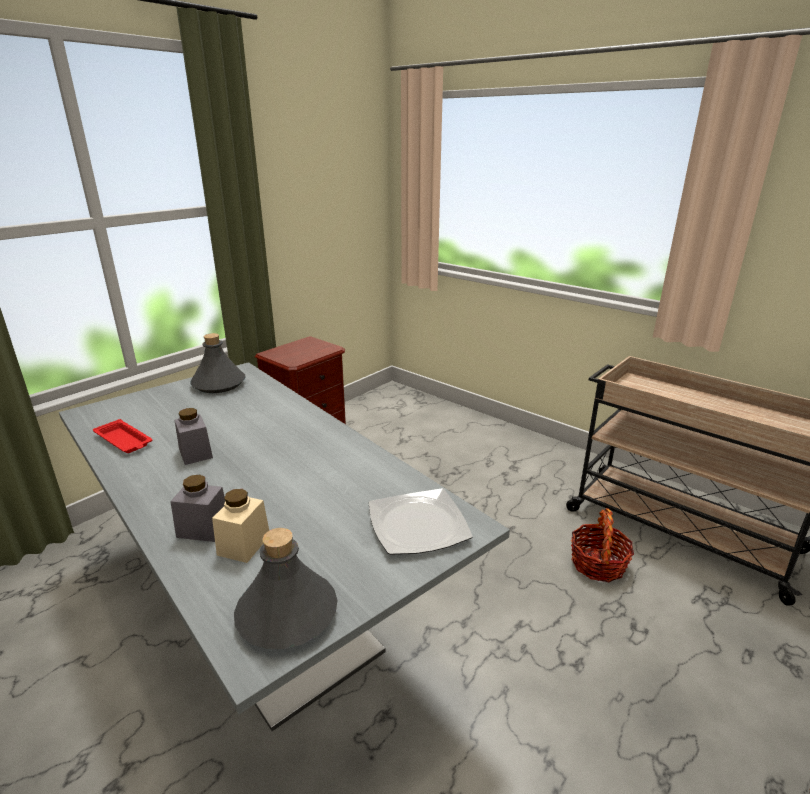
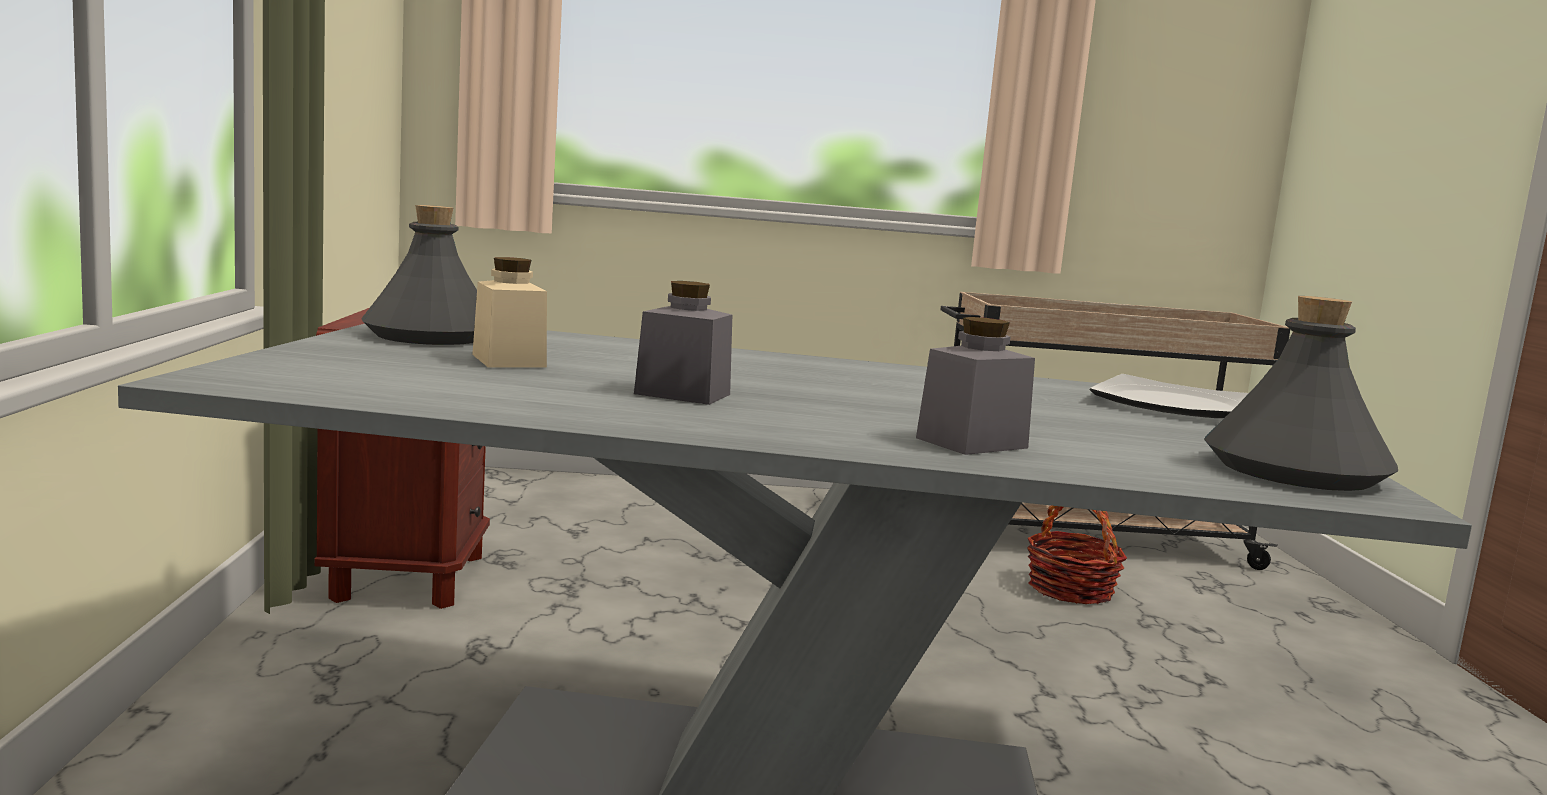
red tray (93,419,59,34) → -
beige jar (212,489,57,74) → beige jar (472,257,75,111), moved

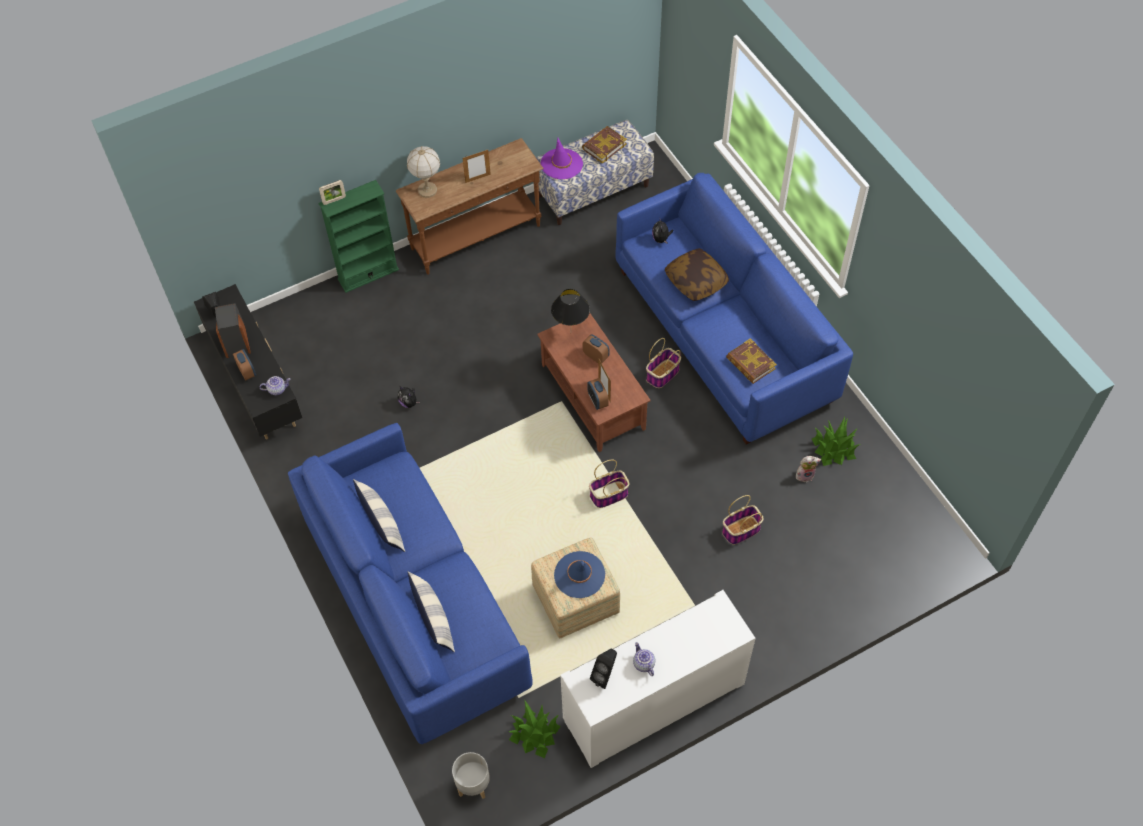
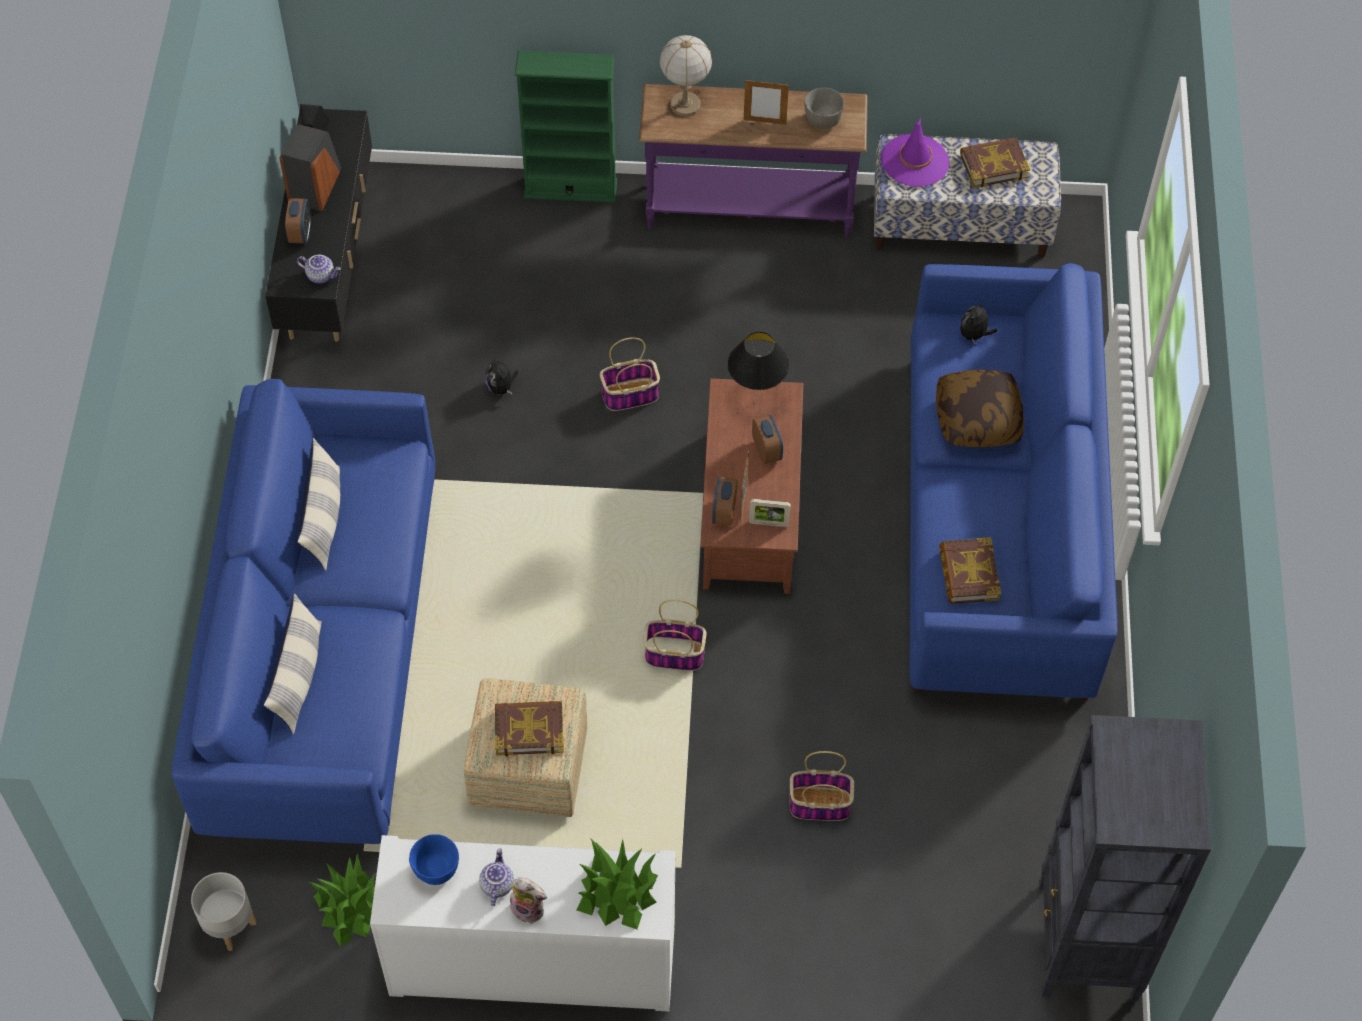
picture frame (319,180,27,25) → picture frame (749,499,42,28), moved
brown console table (396,138,148,137) → purple console table (639,84,229,154)
blue hat (554,551,51,47) → book (495,701,69,55)
black speaker (590,649,27,40) → blue bowl (409,834,50,51)
basket (646,338,35,50) → basket (600,337,60,74), moved
plush toy (796,456,25,26) → plush toy (508,877,39,47), moved
potted plant (812,417,49,49) → potted plant (576,838,82,91), moved
- → grey bowl (805,88,39,41)
- → black bookcase (1039,715,172,287)

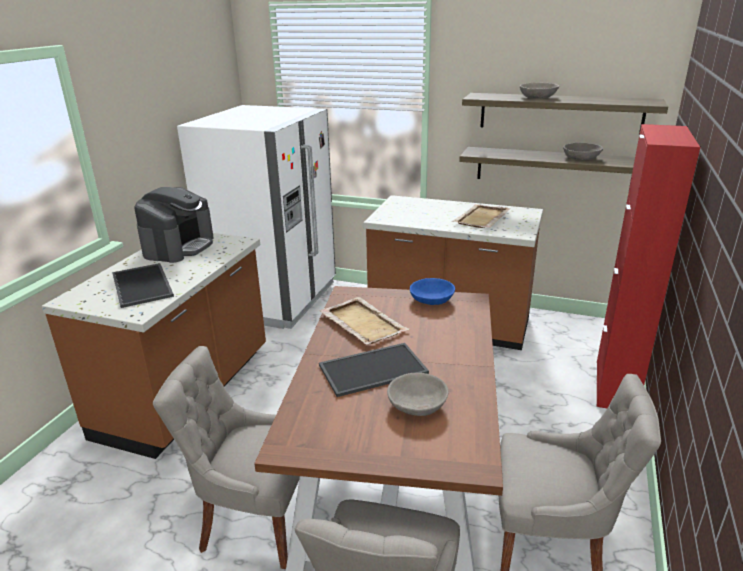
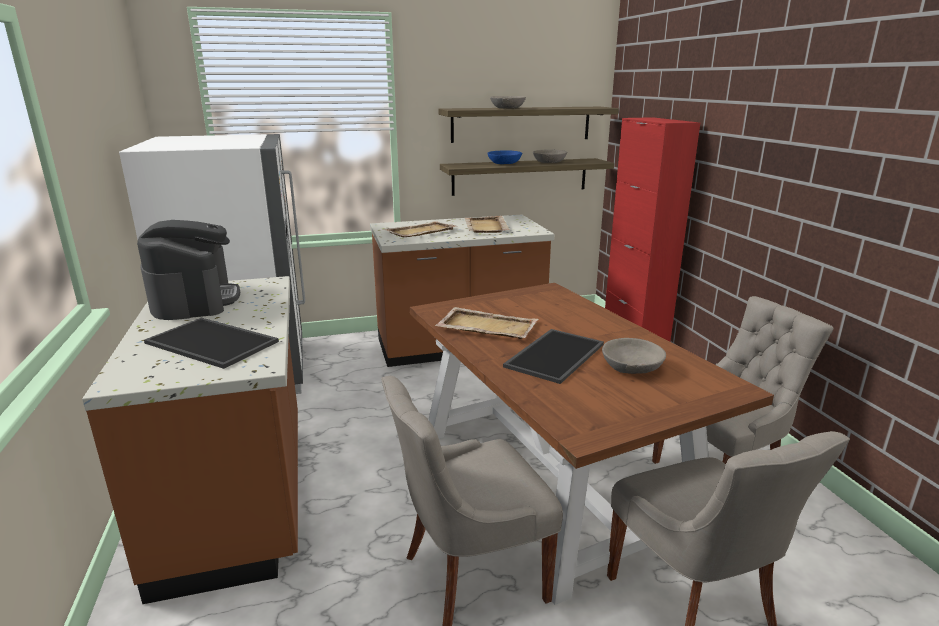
blue bowl (410,278,45,27) → blue bowl (487,150,35,14), moved
- → beige tray (384,221,74,16)

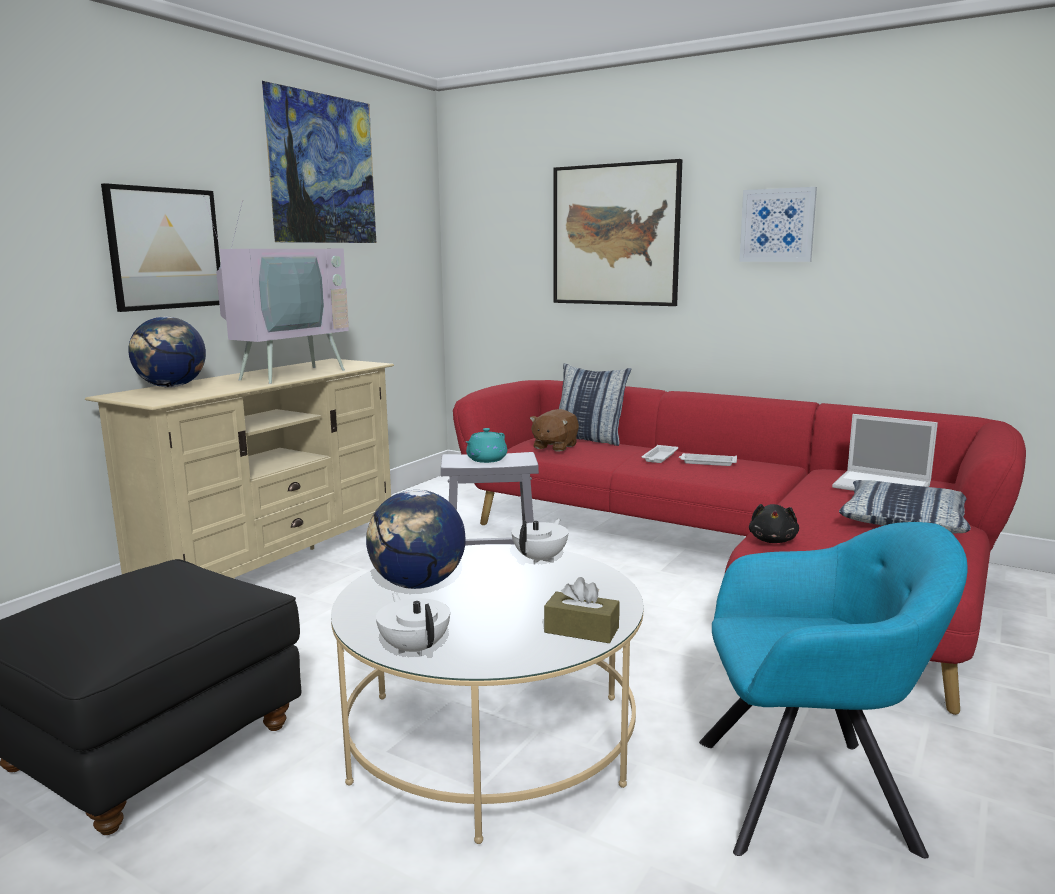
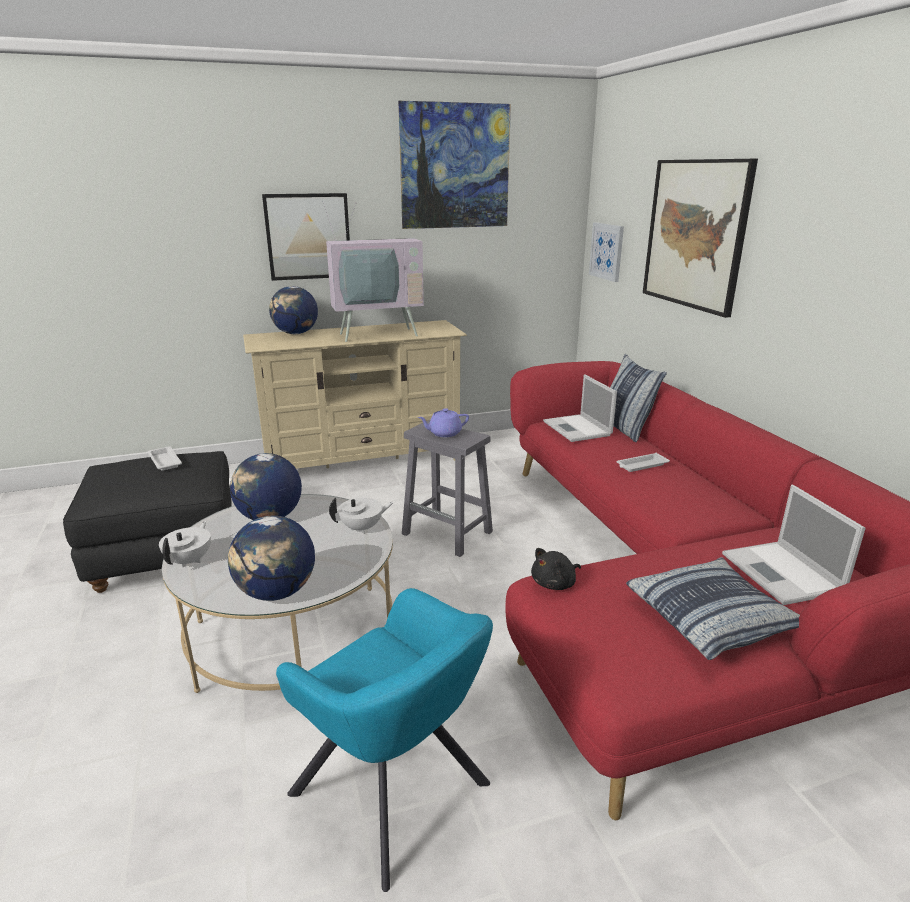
turquoise teapot (466,428,41,35) → purple teapot (418,408,51,29)
brown plush toy (530,409,49,43) → laptop (543,374,74,68)
brown tissue box (544,577,76,66) → globe (228,516,87,85)
white tray (679,453,58,13) → white tray (147,446,35,25), moved
picture (739,187,78,75) → picture (589,223,35,59), moved

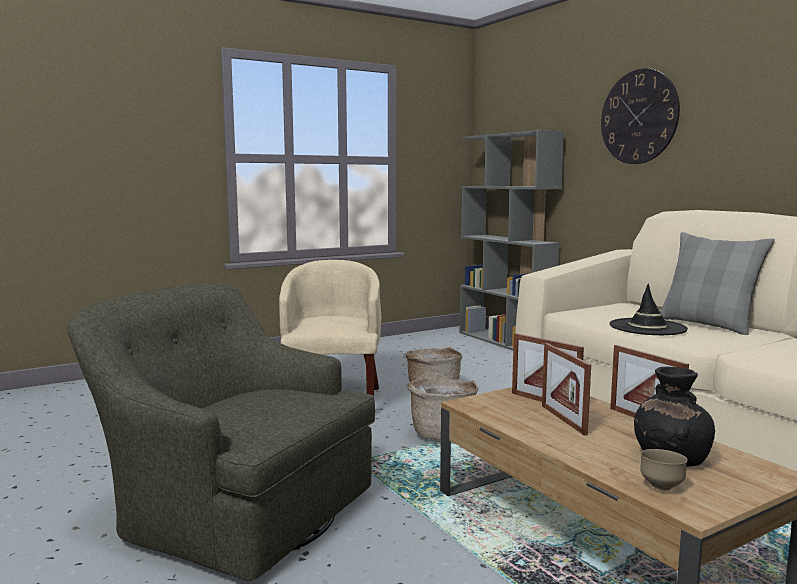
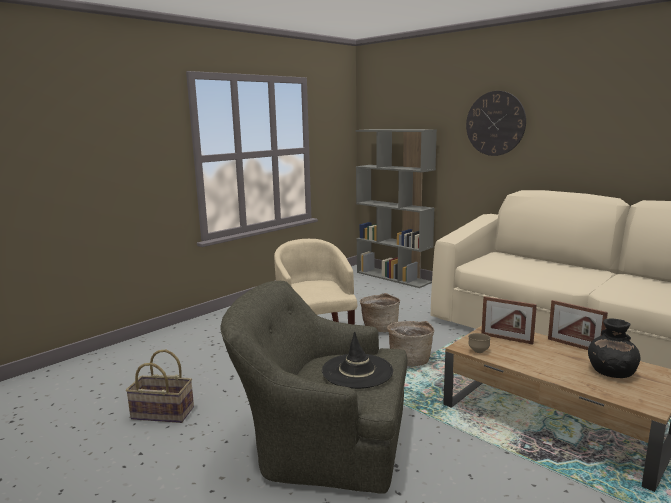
picture frame (542,343,49,93) → -
black hat (609,284,79,51) → black hat (322,331,71,58), moved
brown bowl (640,449,48,42) → brown bowl (468,333,23,20), moved
grey pillow (660,232,115,103) → -
- → basket (126,350,68,73)

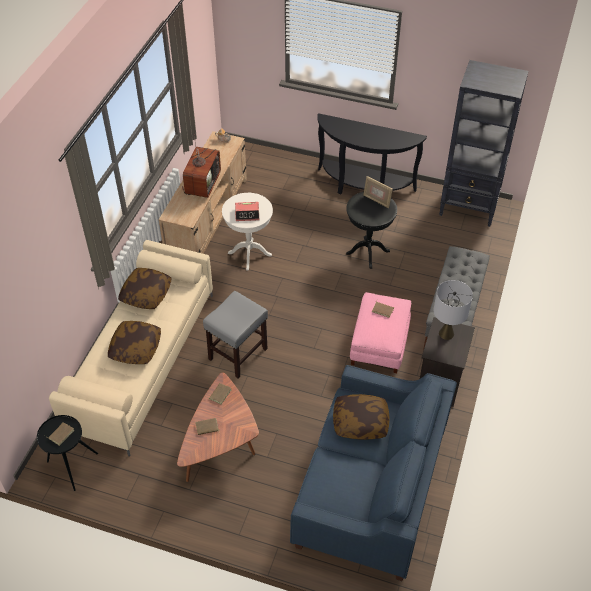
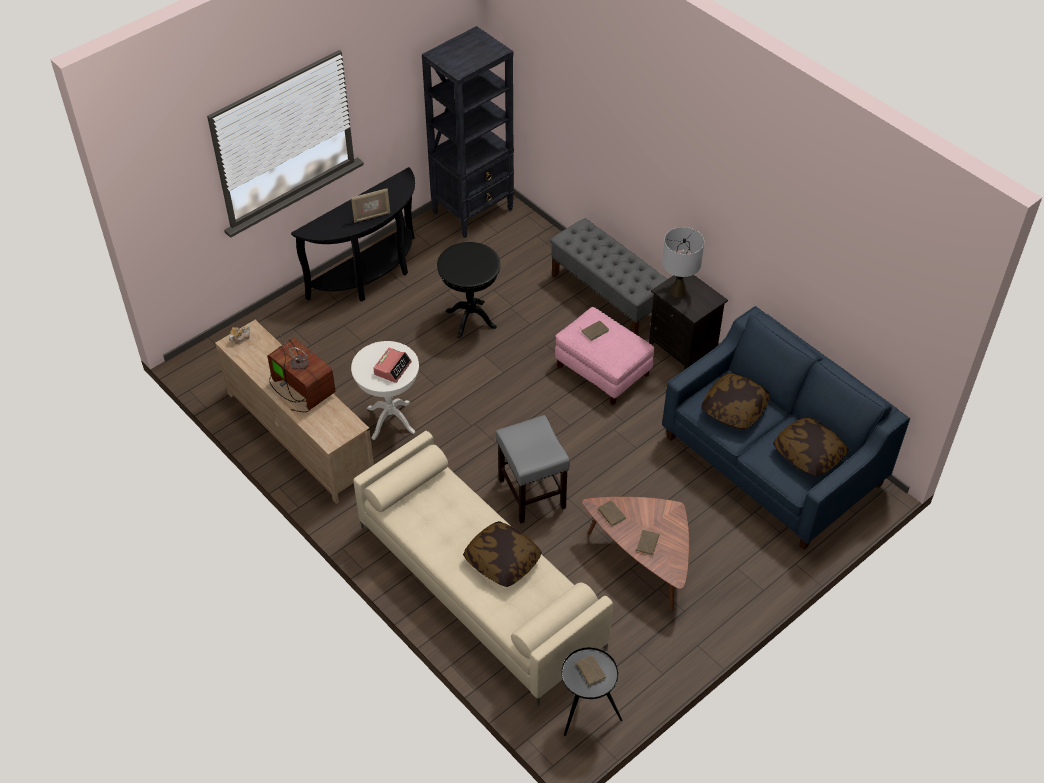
pillow (118,268,53,41) → pillow (773,417,76,60), moved
picture frame (363,176,30,32) → picture frame (351,188,39,35), moved

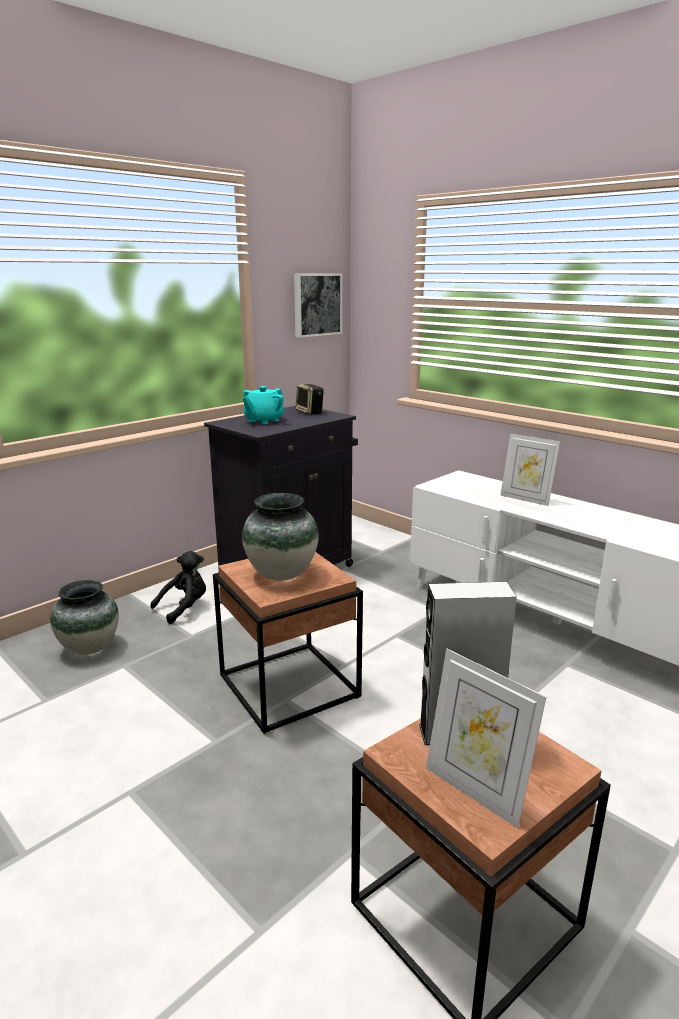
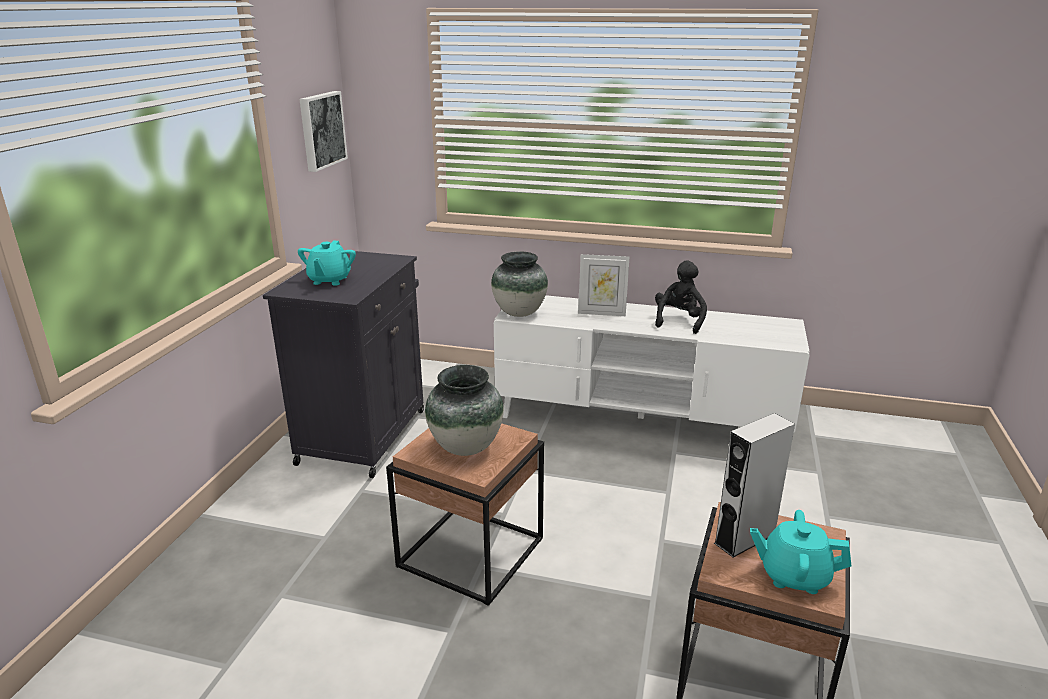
vase (50,580,69,75) → vase (491,251,57,66), moved
black plush toy (150,551,56,73) → black plush toy (655,260,52,74), moved
speaker (296,384,28,31) → -
picture frame (426,649,120,179) → turquoise teapot (750,510,101,84)

